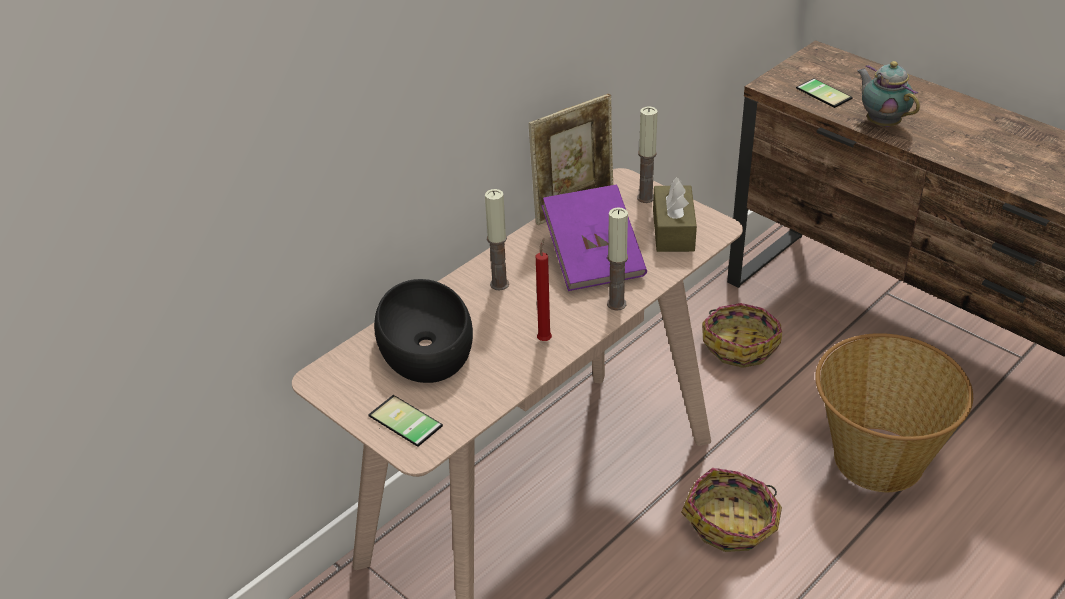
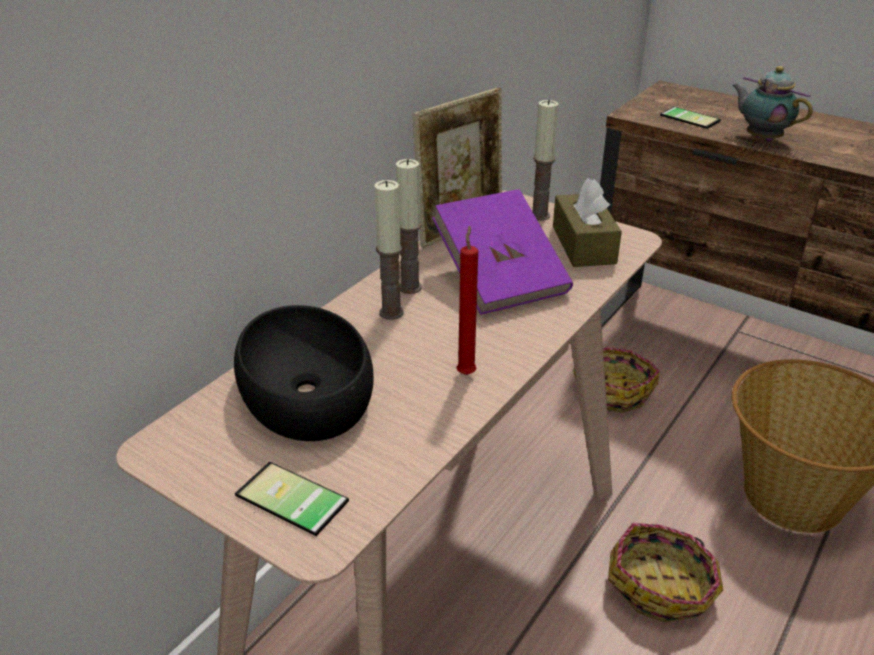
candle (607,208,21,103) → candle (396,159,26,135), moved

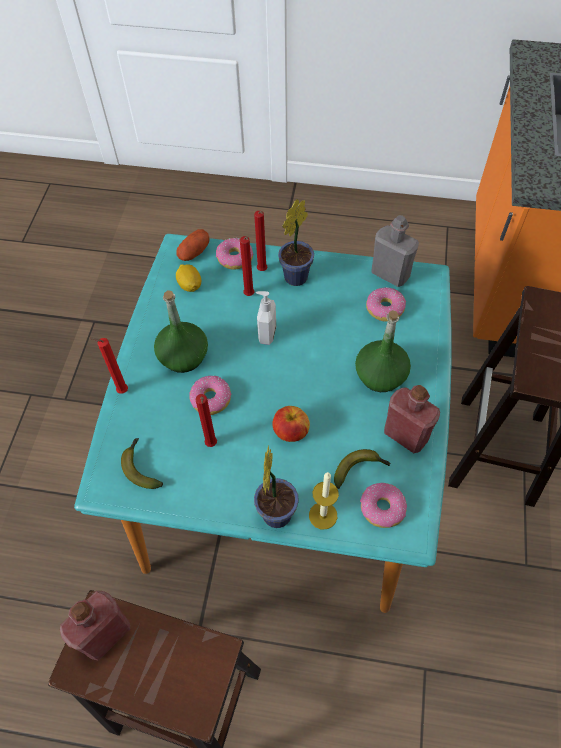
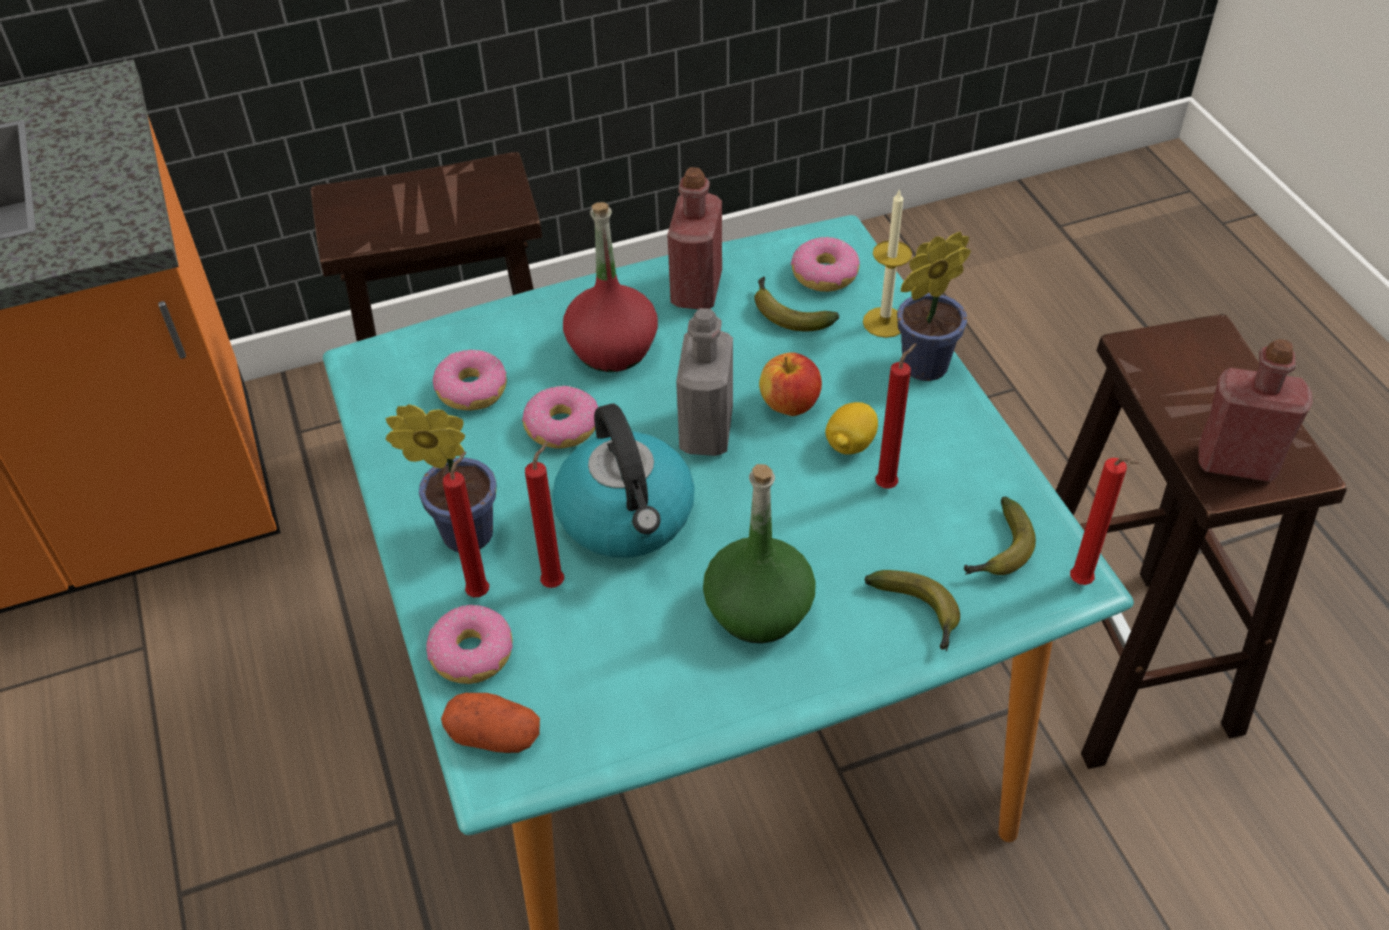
red candle (89,337,39,57) → red candle (1070,458,69,127), moved
lemon (176,264,25,28) → lemon (825,402,53,53), moved
donut (189,376,43,39) → donut (522,386,76,62), moved
soap dispenser (256,291,20,54) → kettle (552,403,143,155)
green bottle (355,310,56,82) → red bottle (563,202,95,170)
grey bottle (372,215,47,72) → grey bottle (676,308,57,148), moved
- → banana (864,570,96,81)

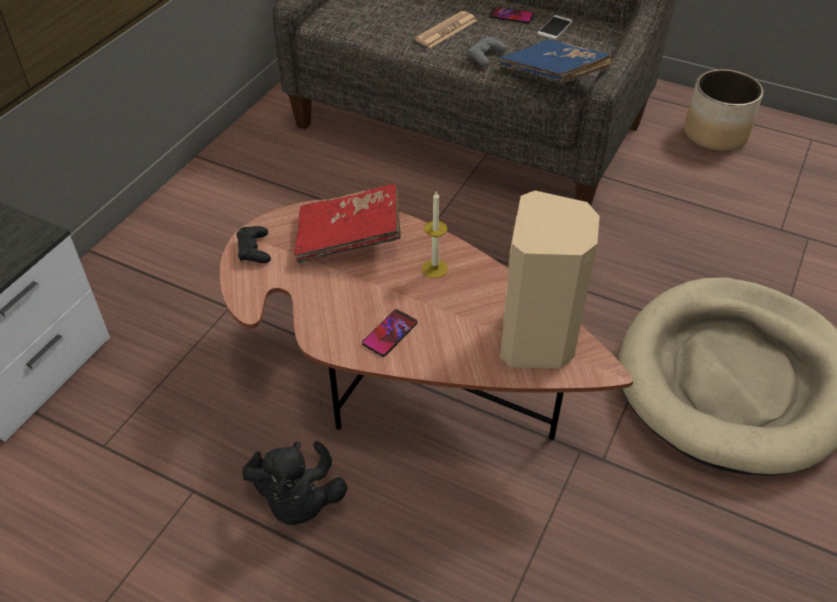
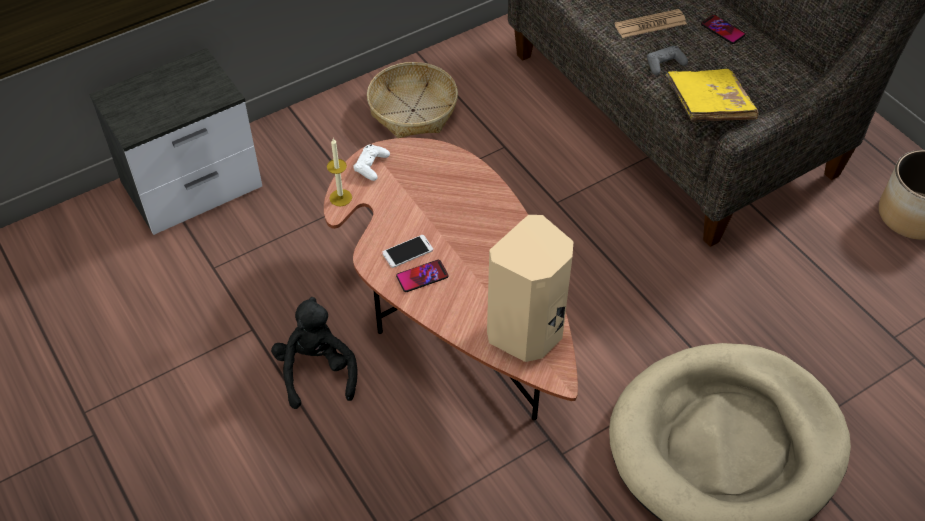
black game controller (236,226,35,37) → white game controller (353,144,37,37)
black plush toy (242,441,105,84) → black plush toy (271,297,87,112), 150 degrees clockwise
red book (294,184,107,79) → -
candle (422,190,26,88) → candle (327,138,25,69), moved
blue book (498,39,114,45) → yellow book (666,69,93,53)
phone (537,15,36,25) → phone (382,235,51,33), moved
- → basket (367,62,91,76)

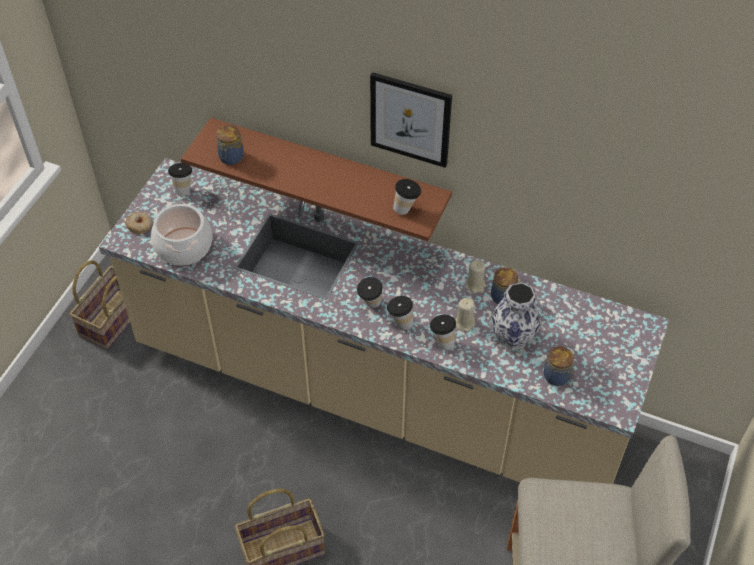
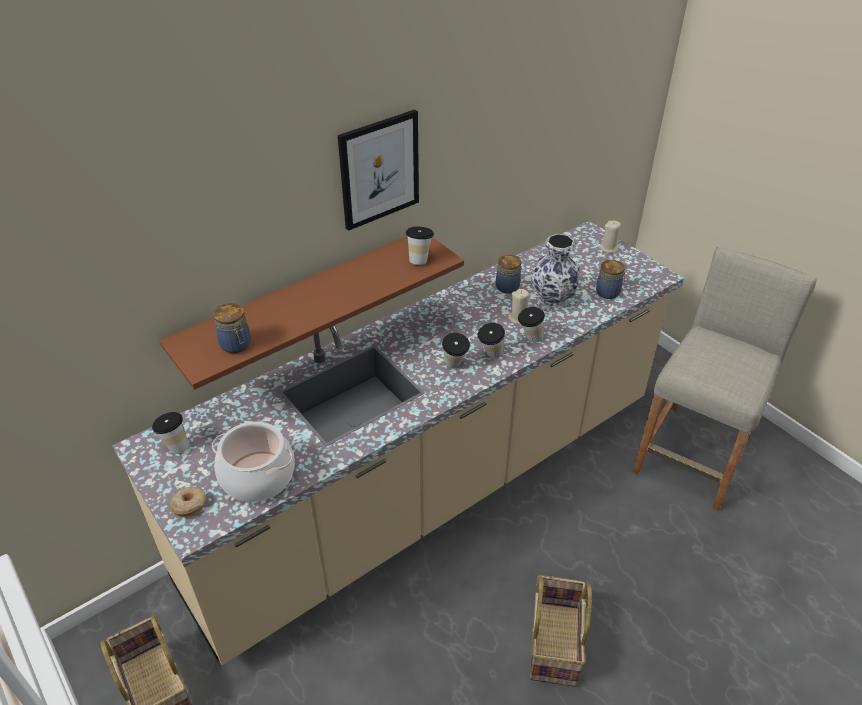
beige candle (466,260,20,33) → beige candle (600,221,21,32), moved

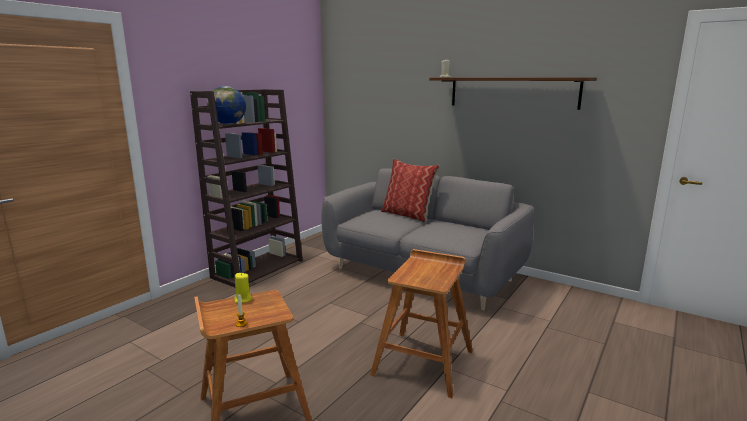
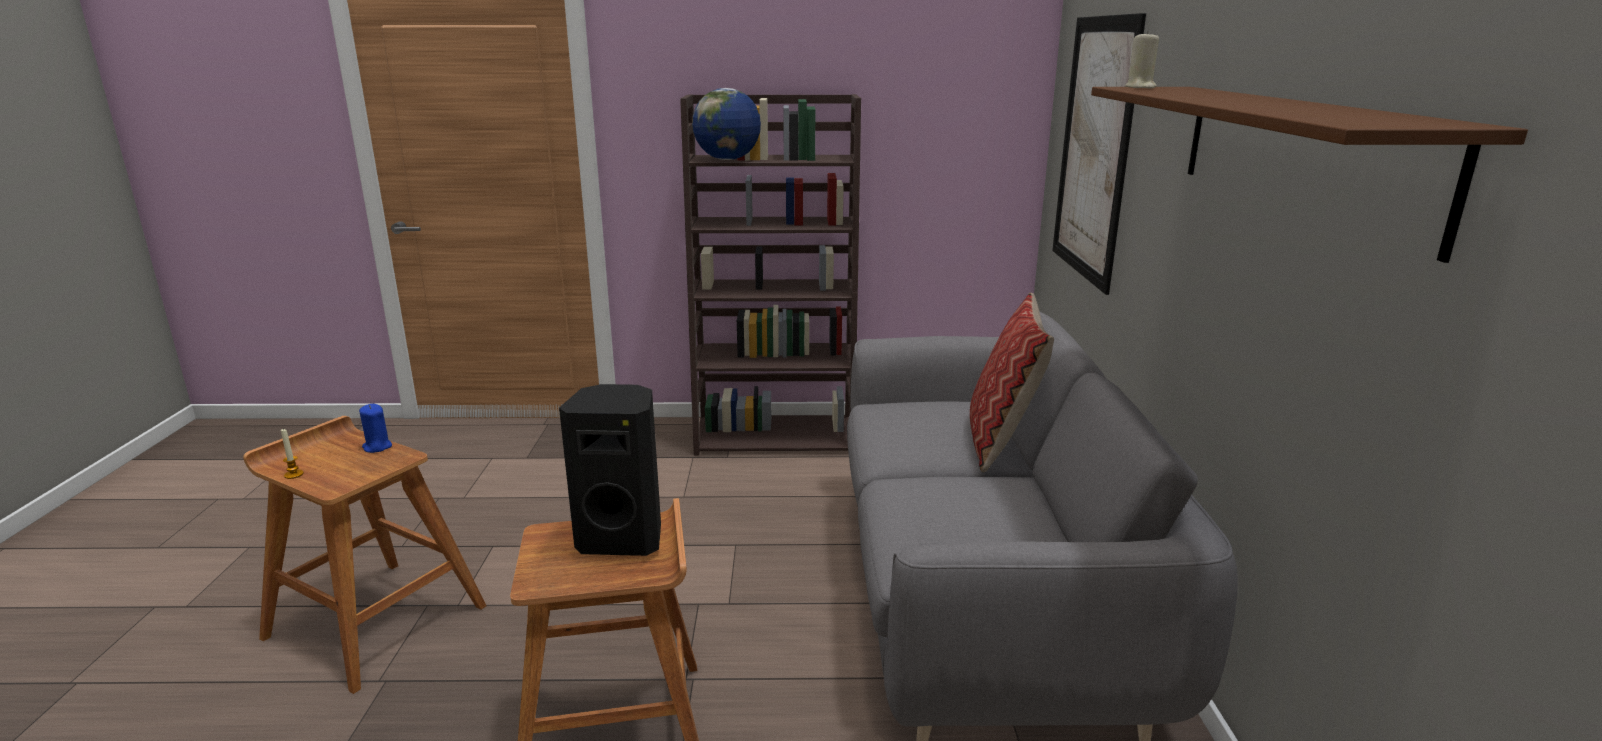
yellow candle (234,273,18,30) → blue candle (359,404,33,49)
- → black speaker (559,384,102,172)
- → picture (1052,13,94,282)

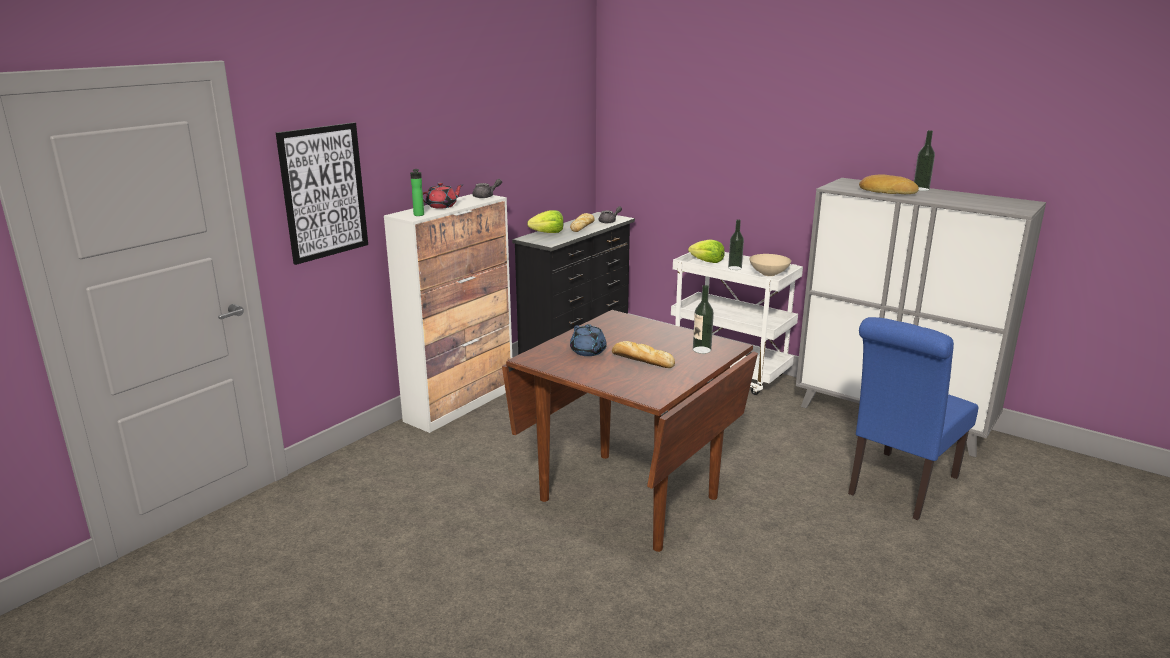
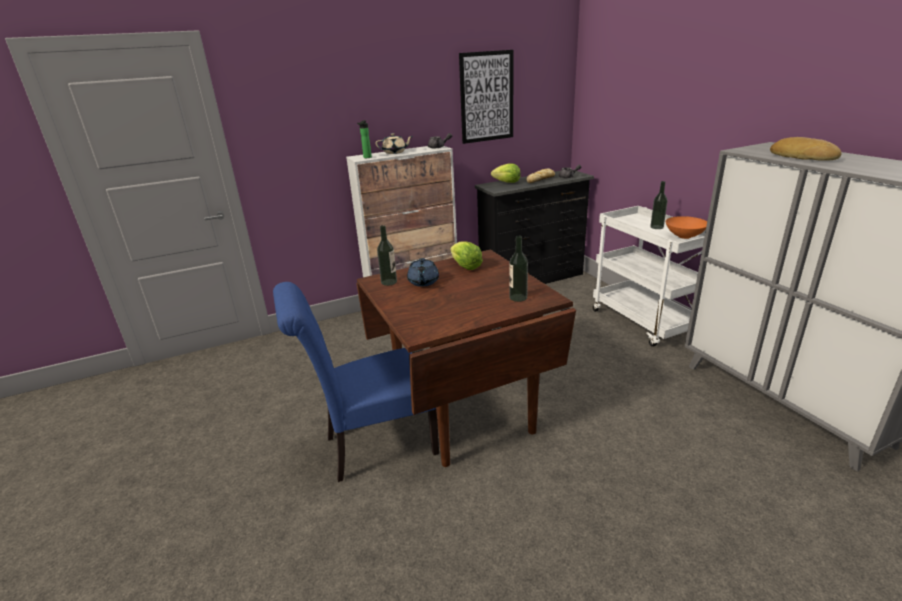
picture (276,122,92,143) → picture (459,50,55,94), moved
red teapot (423,183,40,25) → beige teapot (375,133,38,21)
bread (612,341,63,27) → -
lettuce (688,240,37,23) → lettuce (450,241,33,29), moved
beige bowl (749,254,42,22) → orange bowl (666,216,41,23)
blue chair (848,317,131,203) → blue chair (273,282,166,200), moved
bottle (914,130,21,61) → bottle (377,225,20,61), moved

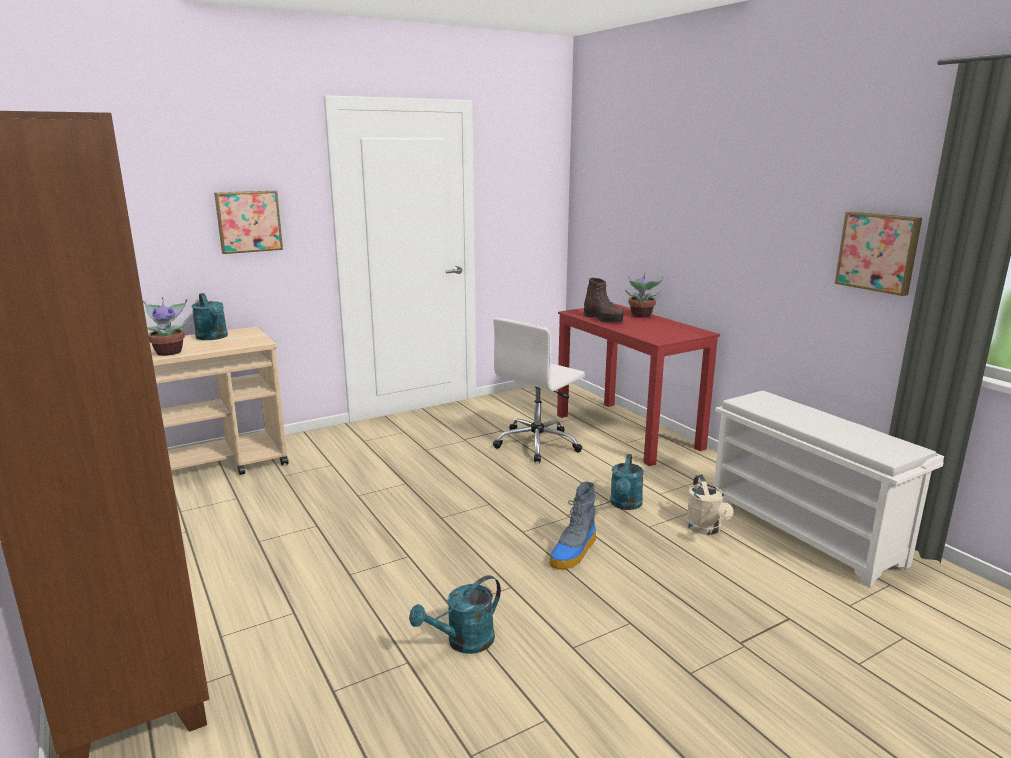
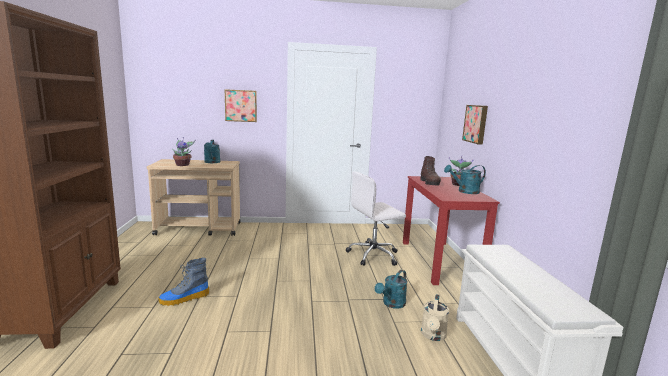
turquoise watering can (409,575,92,79) → turquoise watering can (444,165,42,29), moved
boot (549,482,47,88) → boot (158,257,51,49), moved
picture (835,212,87,84) → picture (462,105,26,40), moved

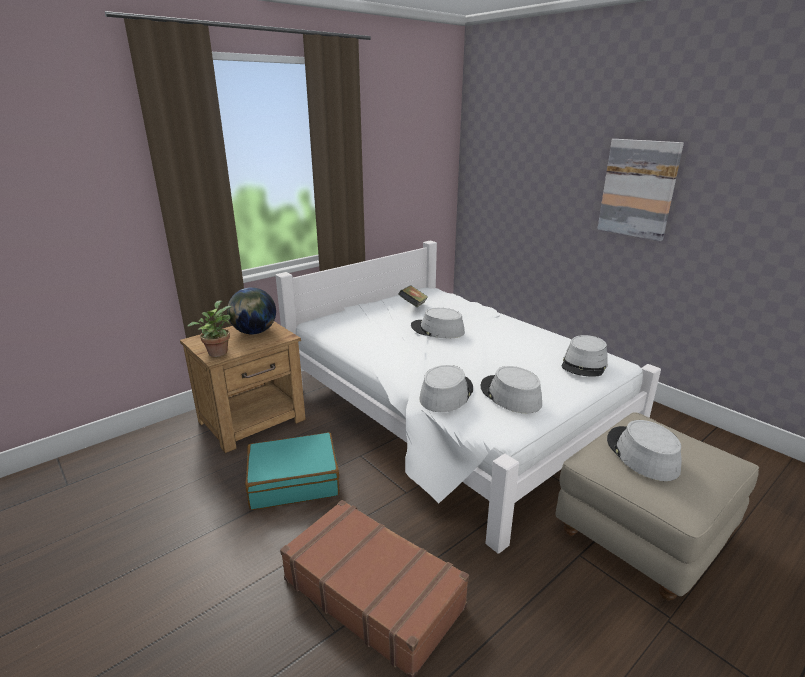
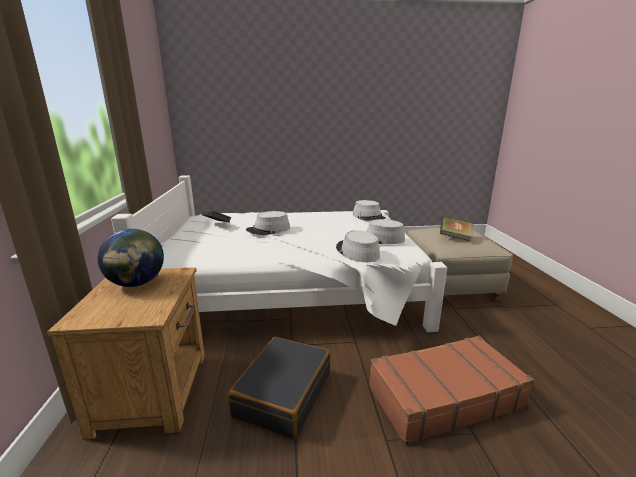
potted plant (187,300,44,57) → -
turquoise suitcase (245,432,94,78) → black suitcase (228,337,102,103)
picture (598,139,86,102) → -
grey hat (607,420,75,61) → book (440,216,32,25)

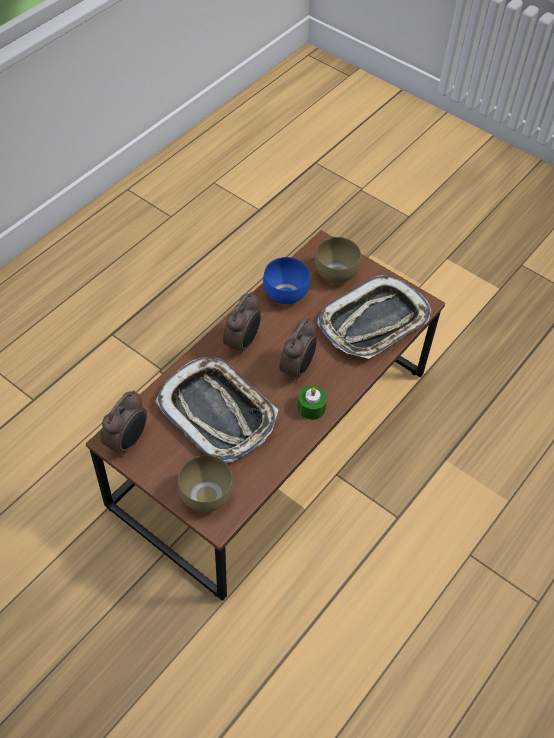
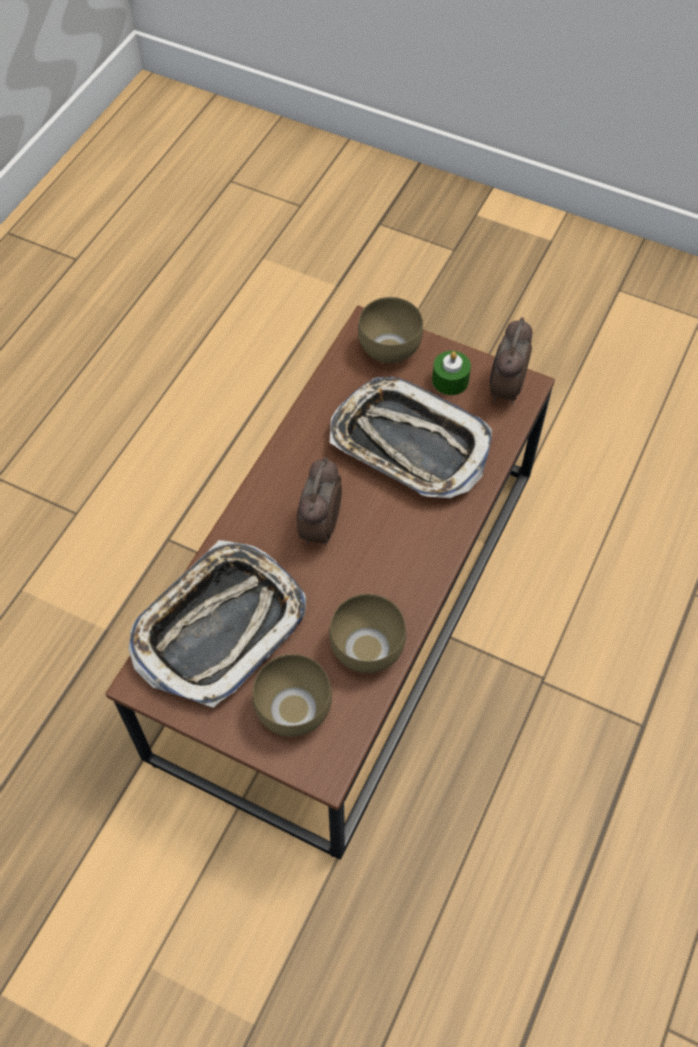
alarm clock (223,292,38,64) → -
blue bowl (263,257,47,47) → brown bowl (329,594,77,79)
green candle (297,385,30,35) → green candle (432,351,39,44), moved

